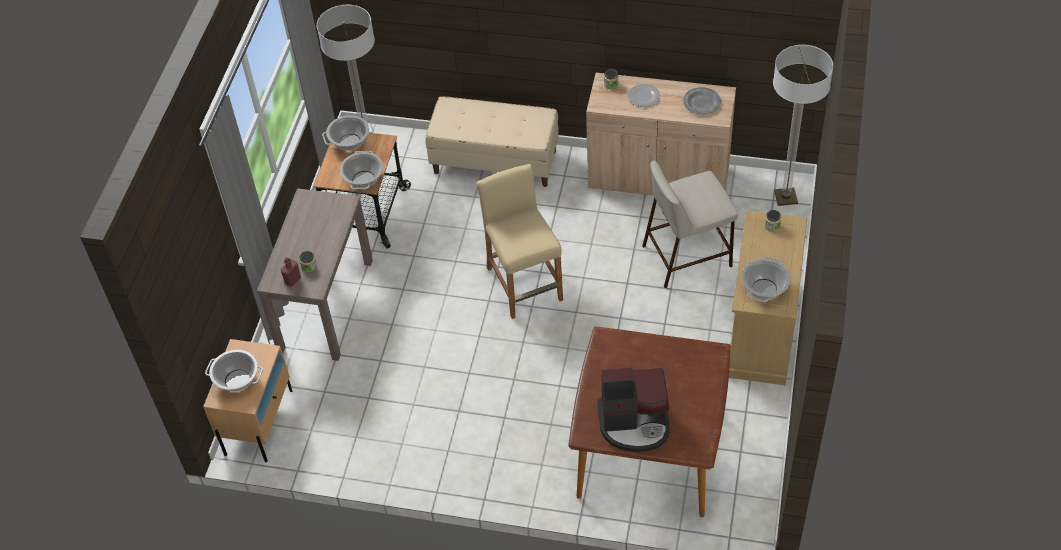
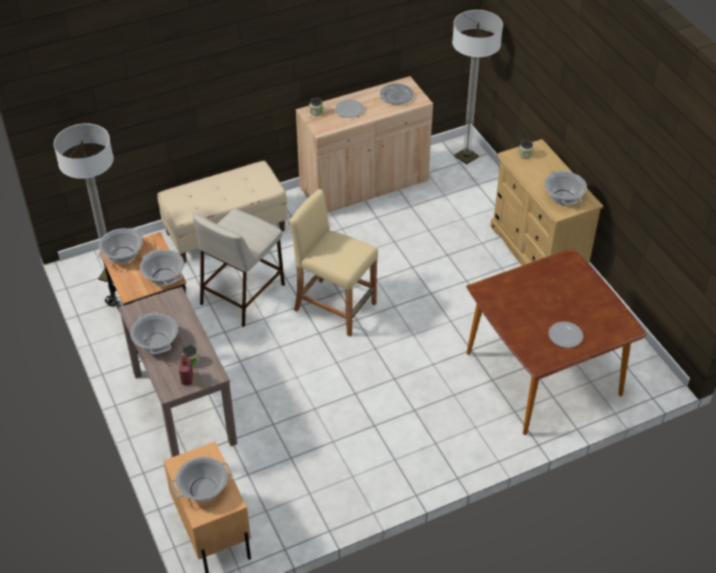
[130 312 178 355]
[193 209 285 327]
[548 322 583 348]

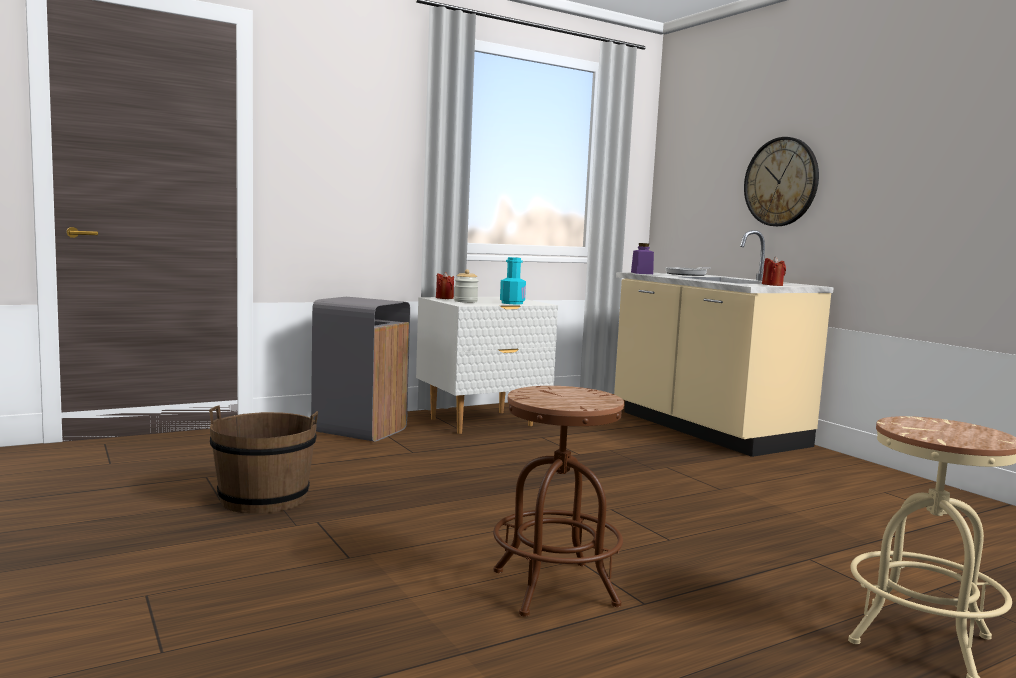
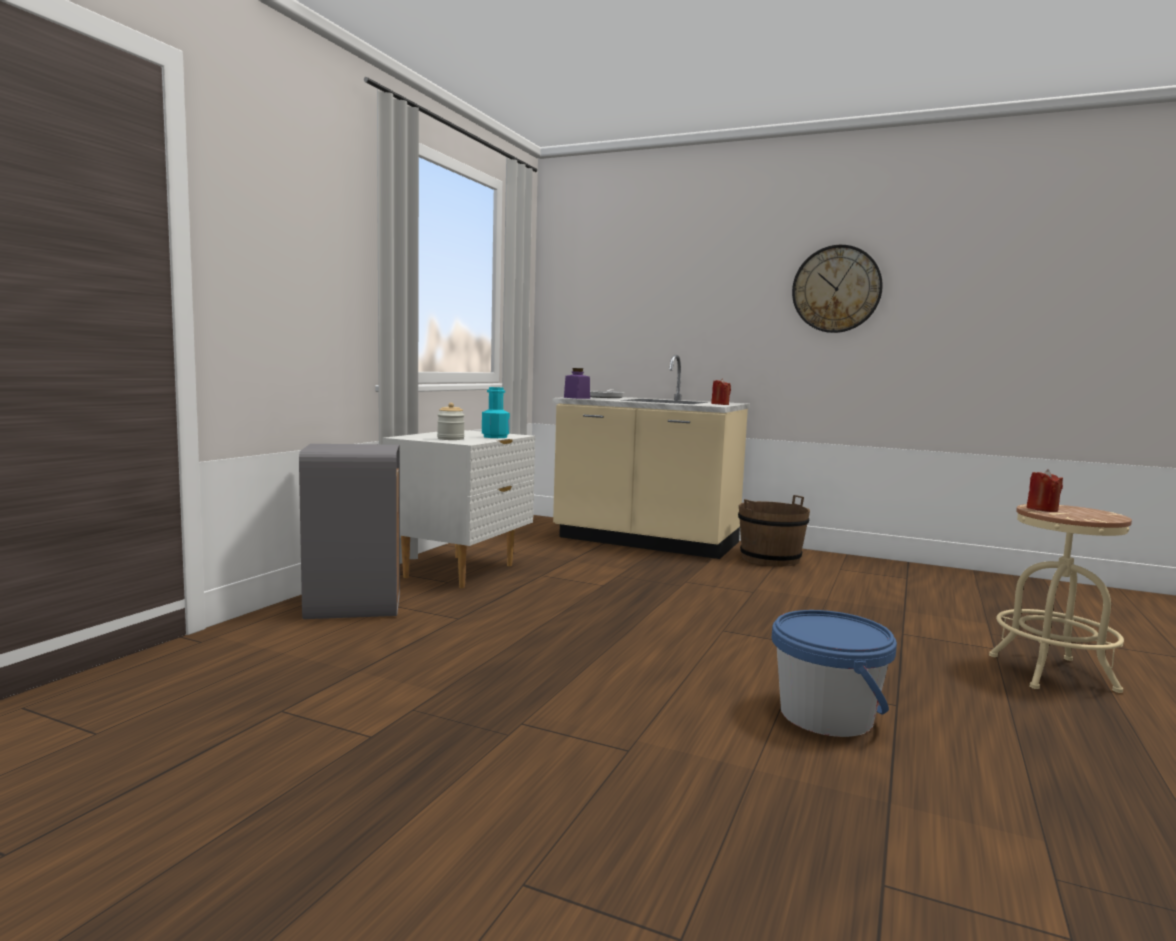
[738 495 810 567]
[1026 469 1063 512]
[792 245 883 333]
[772 610 897 737]

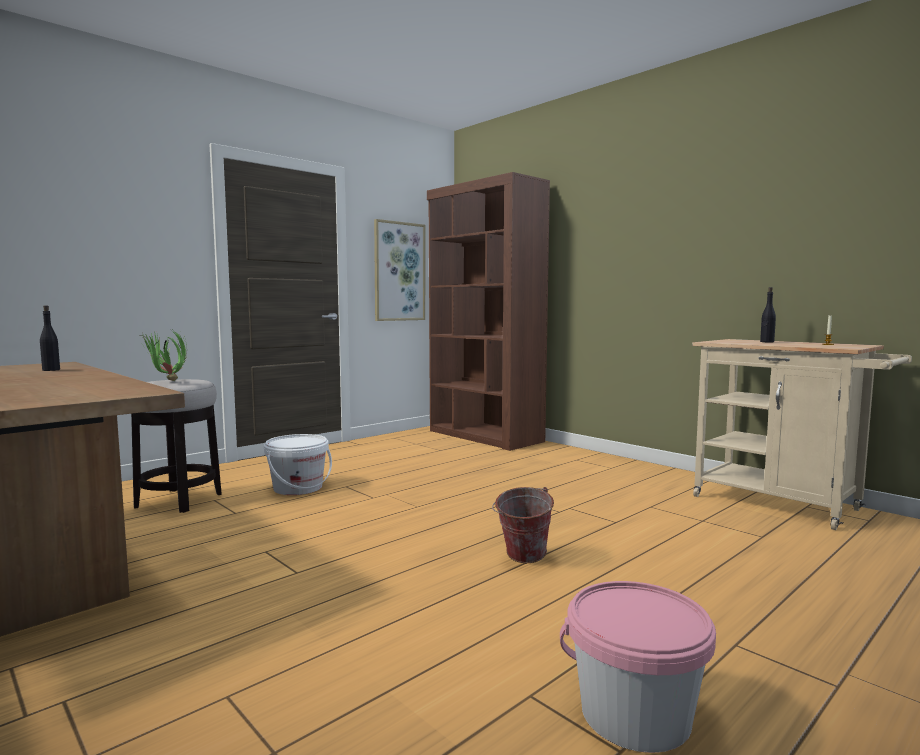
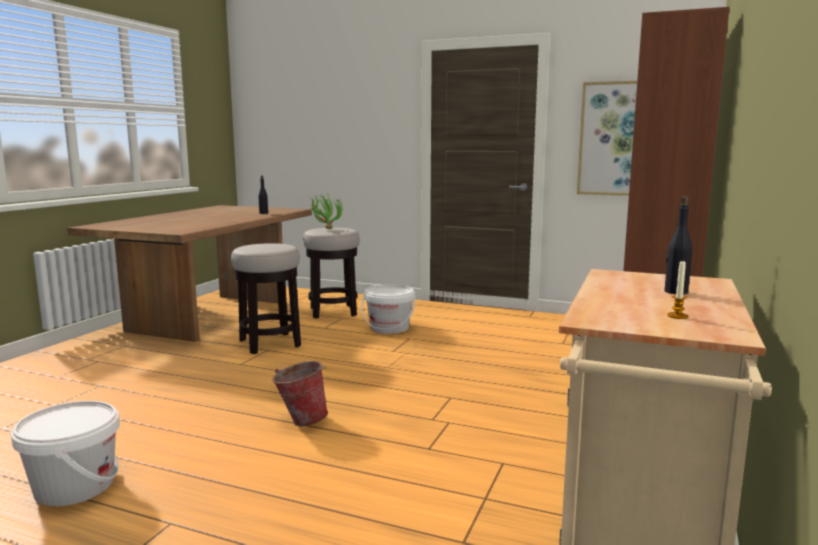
[231 243 301 354]
[11 401 120 507]

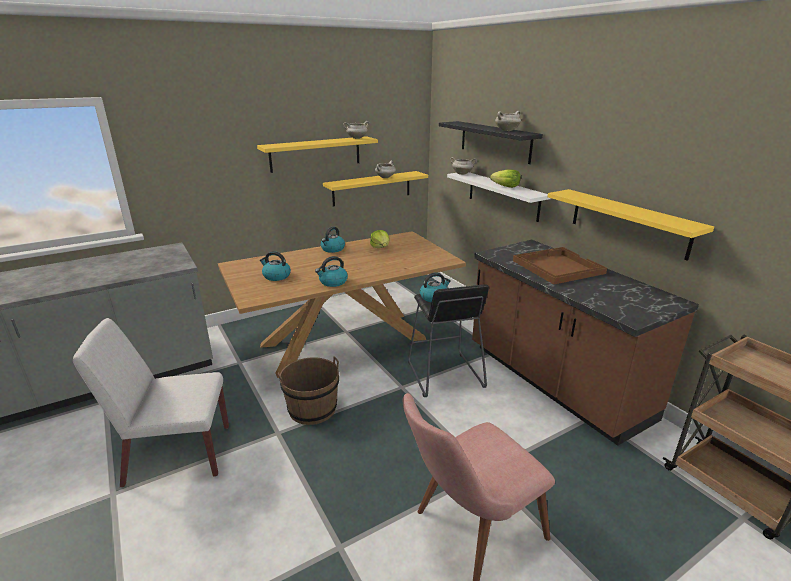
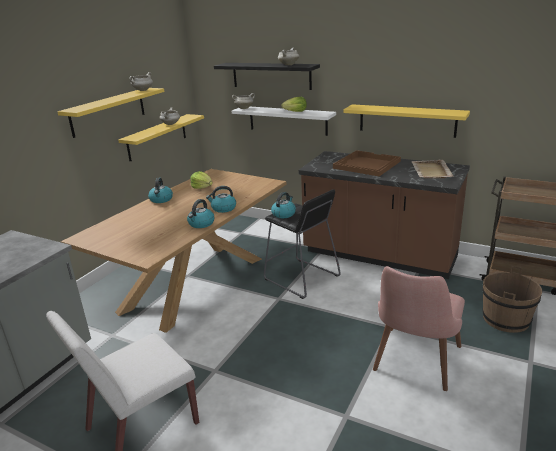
[411 160 454 178]
[206 186 236 213]
[482 266 542 333]

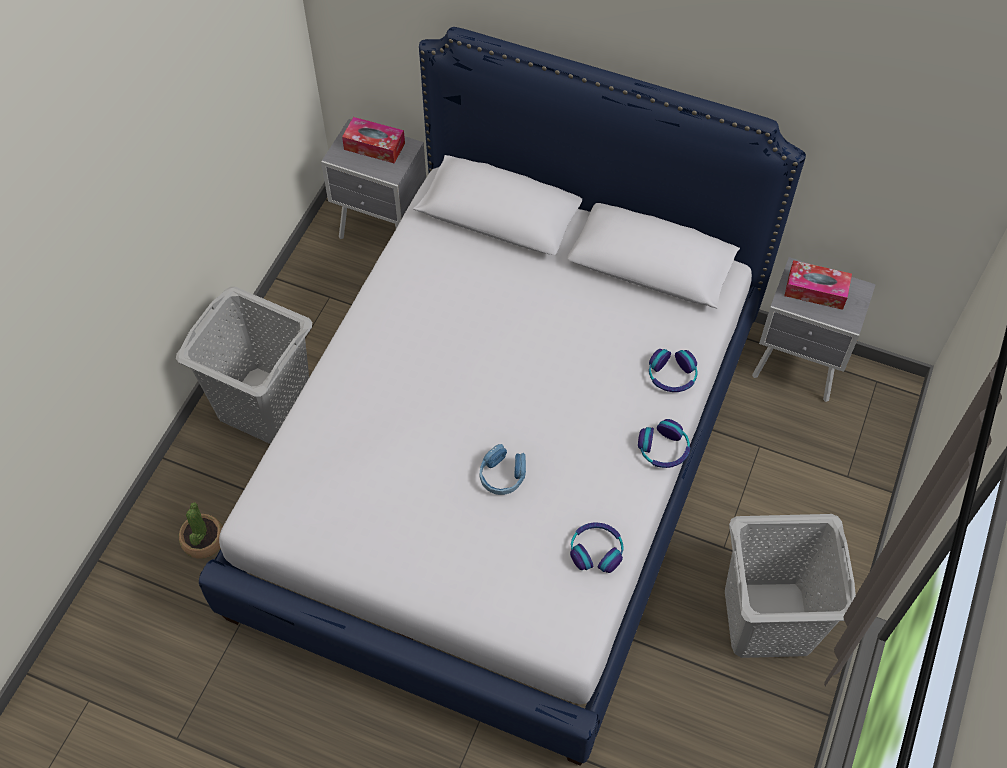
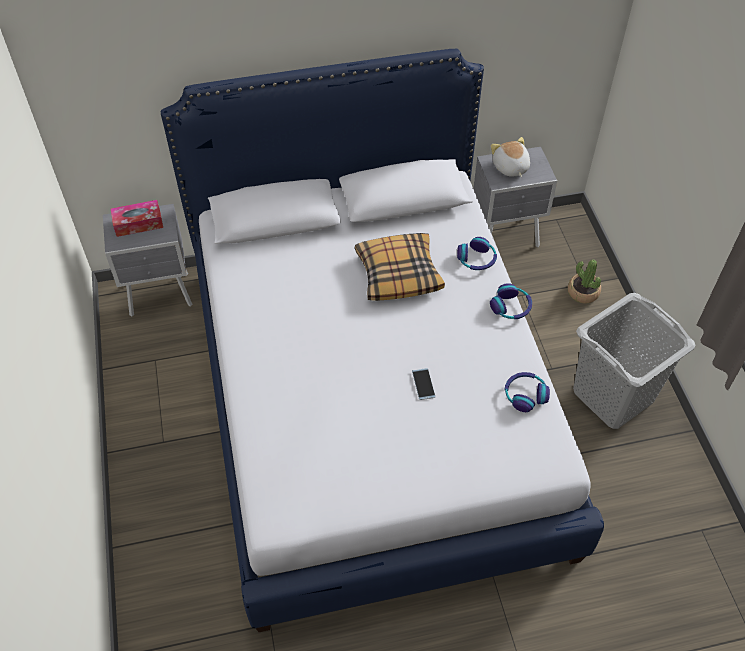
[176 287 312 444] (first image)
[355 233 445 301]
[568 260 601 304]
[412 368 435 400]
[491 137 530 177]

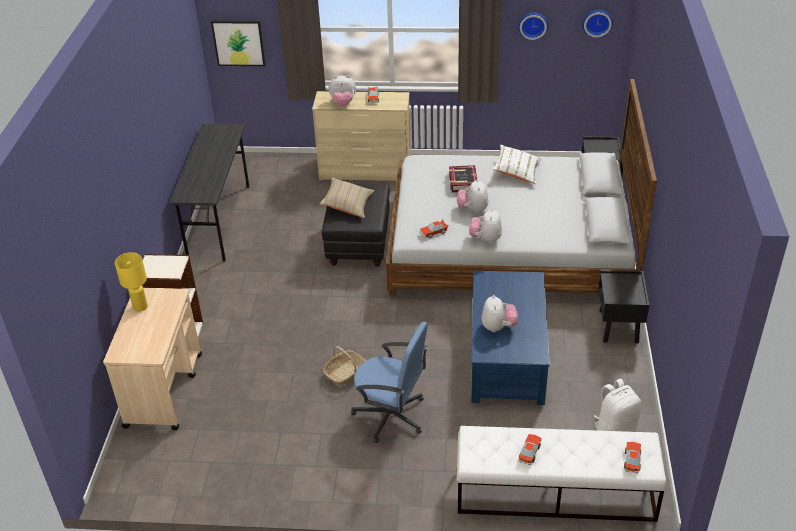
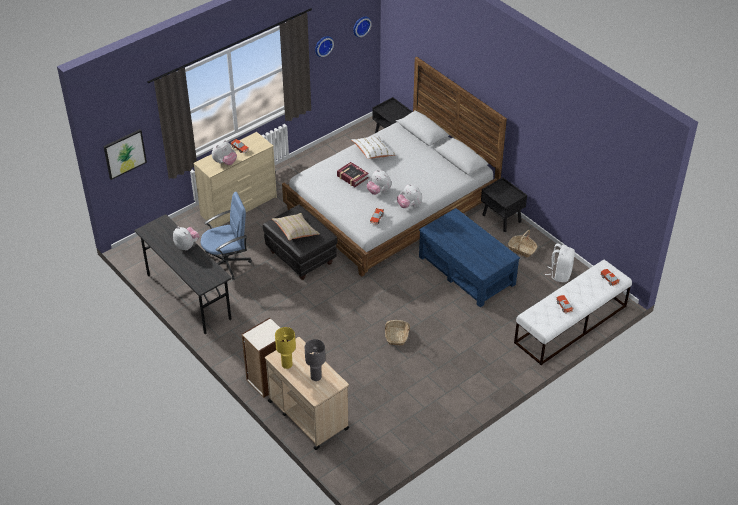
[305 339 325 381]
[508 230 537 257]
[201 192 252 280]
[173 227 200 251]

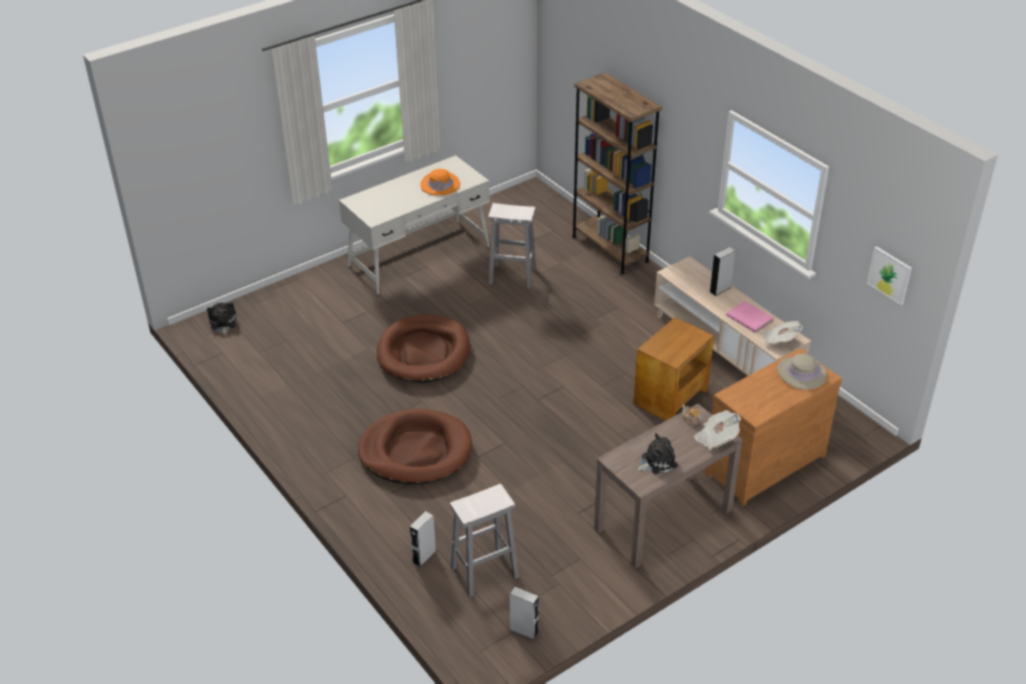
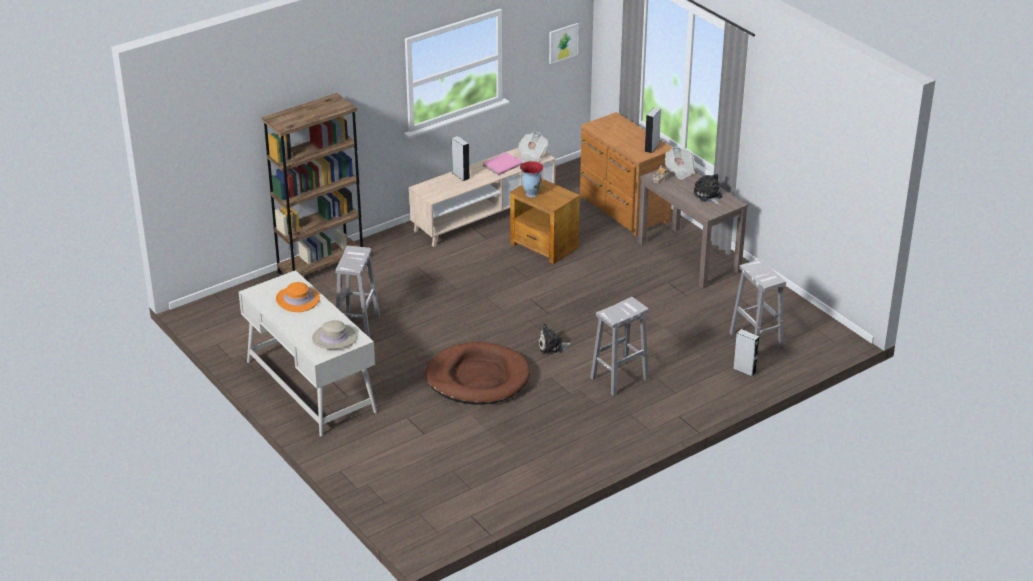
[520 161 544 197]
[538 323 572 355]
[644 107 661 153]
[312 320 357 349]
[590 297 649 396]

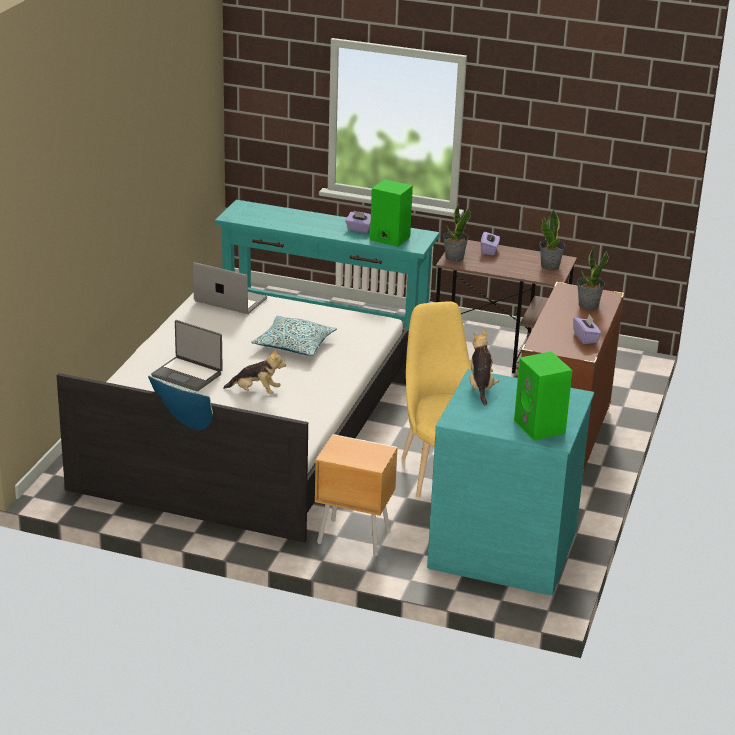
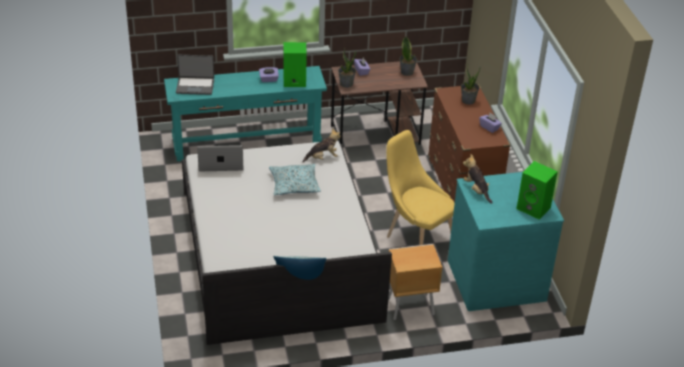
[176 55 214 95]
[302 128 341 162]

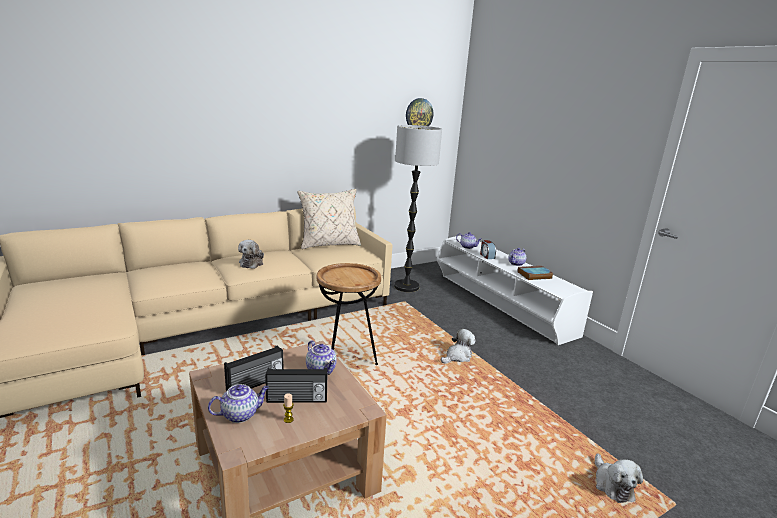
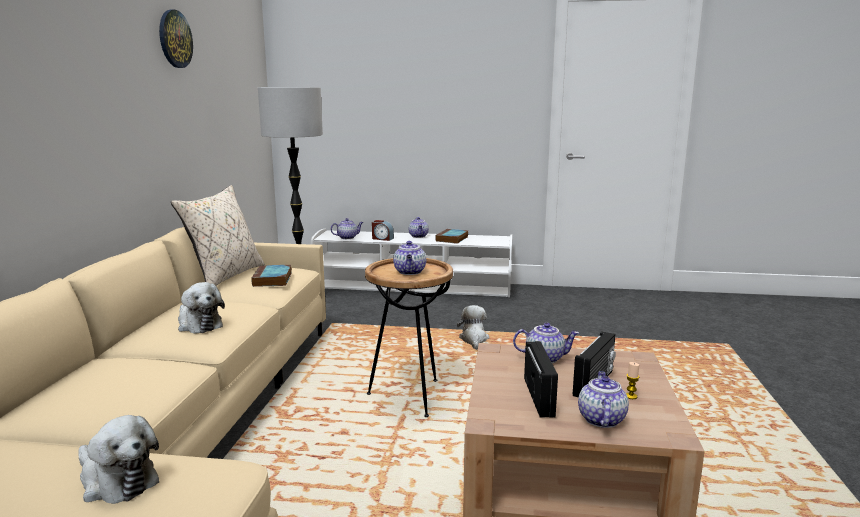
[251 265 292 287]
[393 241 426 275]
[159 10 193 68]
[78 415 159 504]

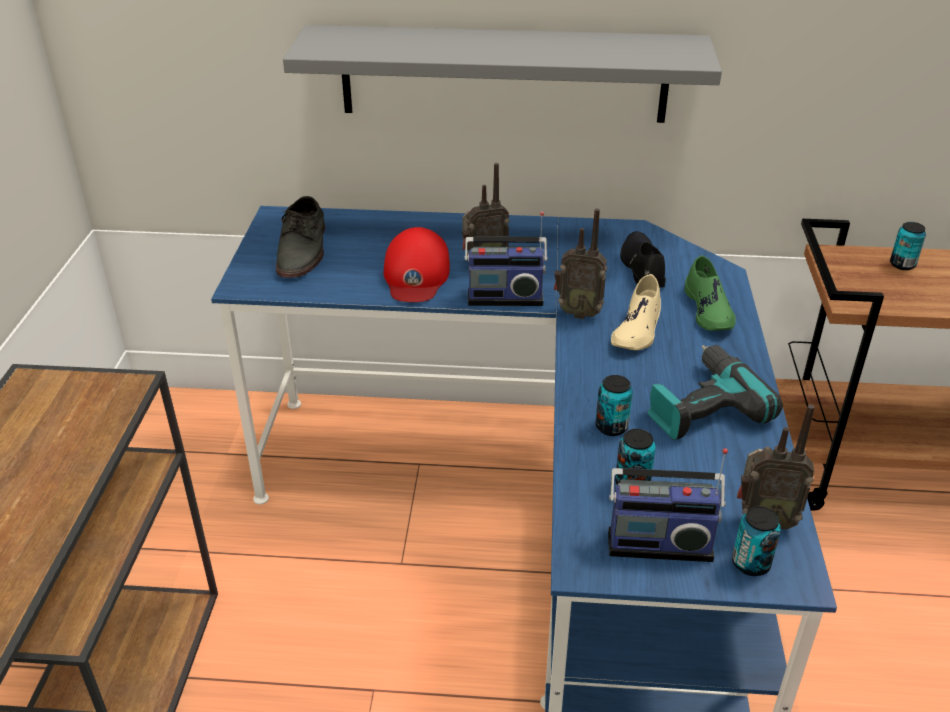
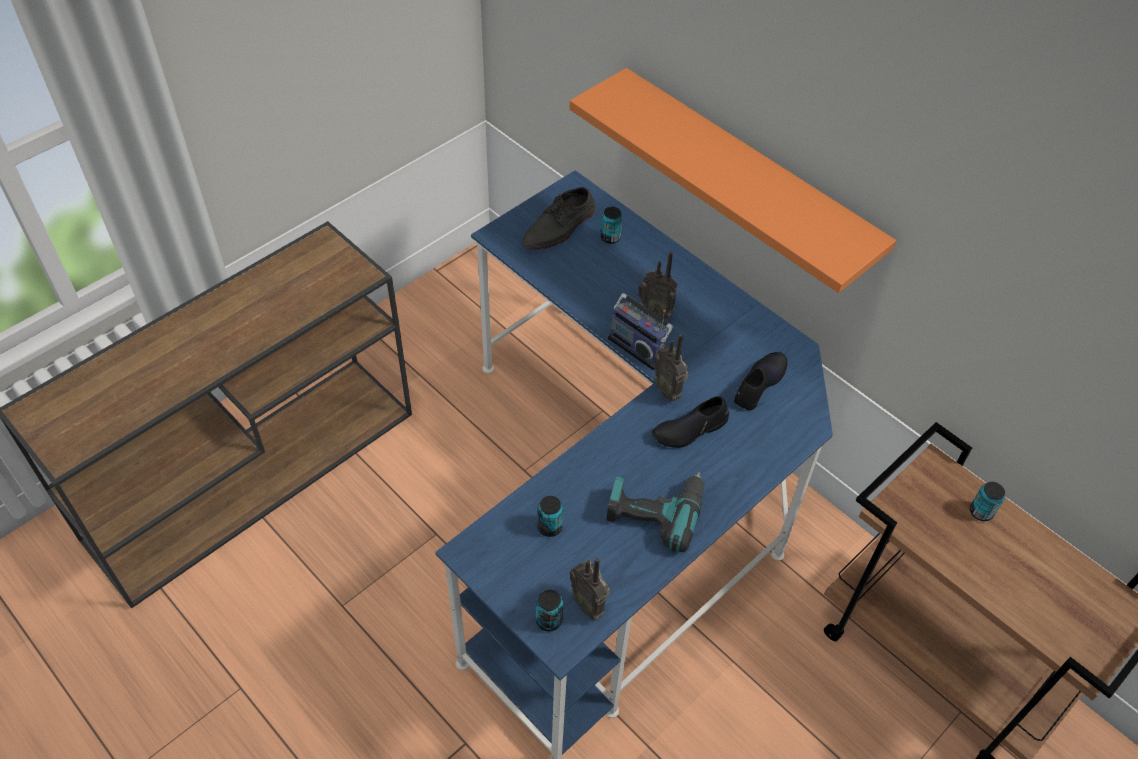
[384 227 450 302] (first image)
[608 448 728 562] (first image)
[684 255 736 331] (first image)
[600 207 622 244]
[569 68 896 293]
[652 396 729 448]

